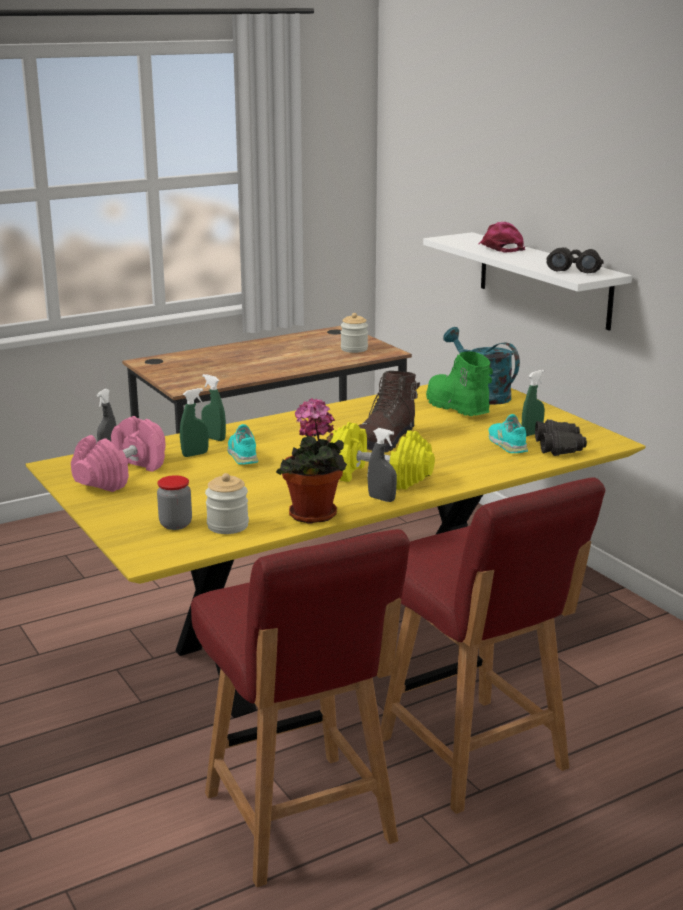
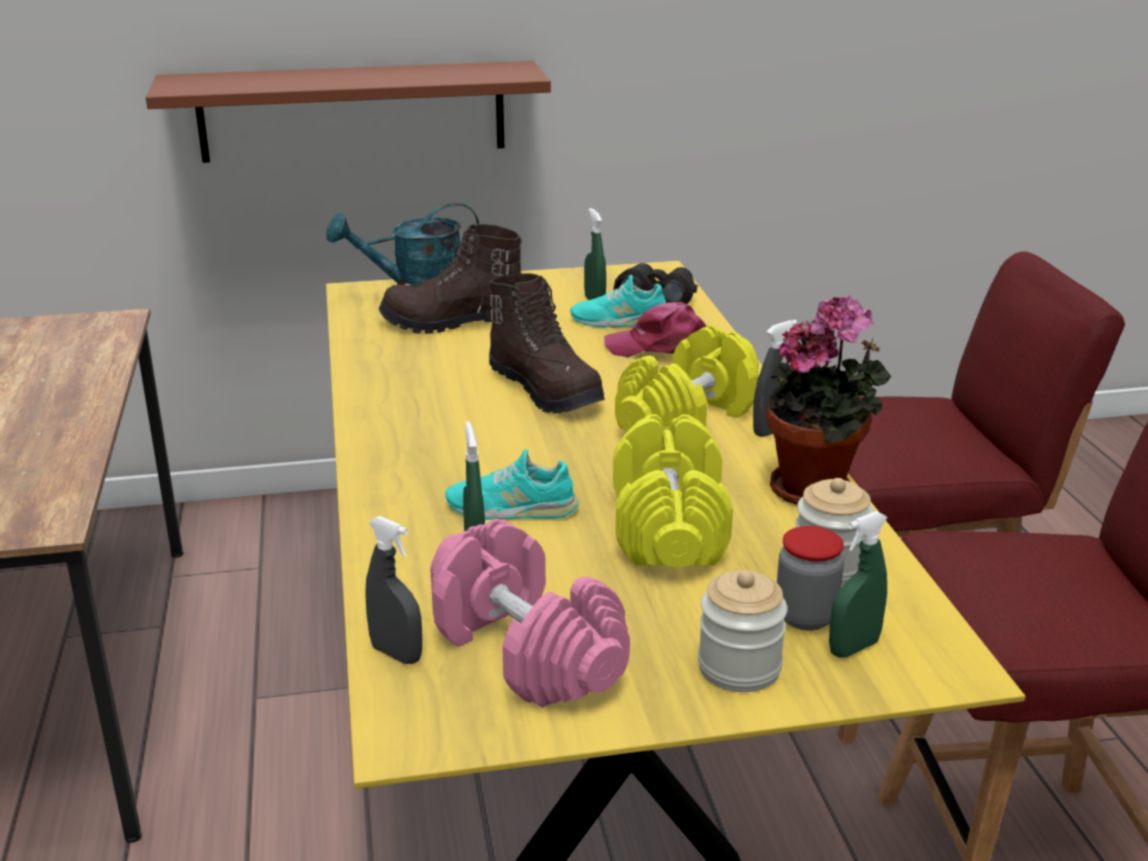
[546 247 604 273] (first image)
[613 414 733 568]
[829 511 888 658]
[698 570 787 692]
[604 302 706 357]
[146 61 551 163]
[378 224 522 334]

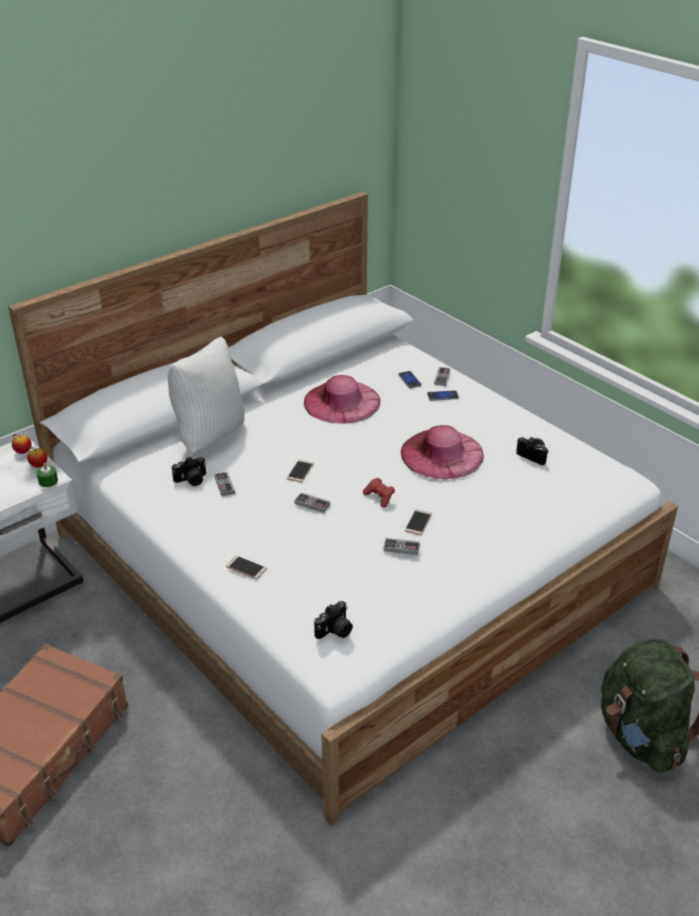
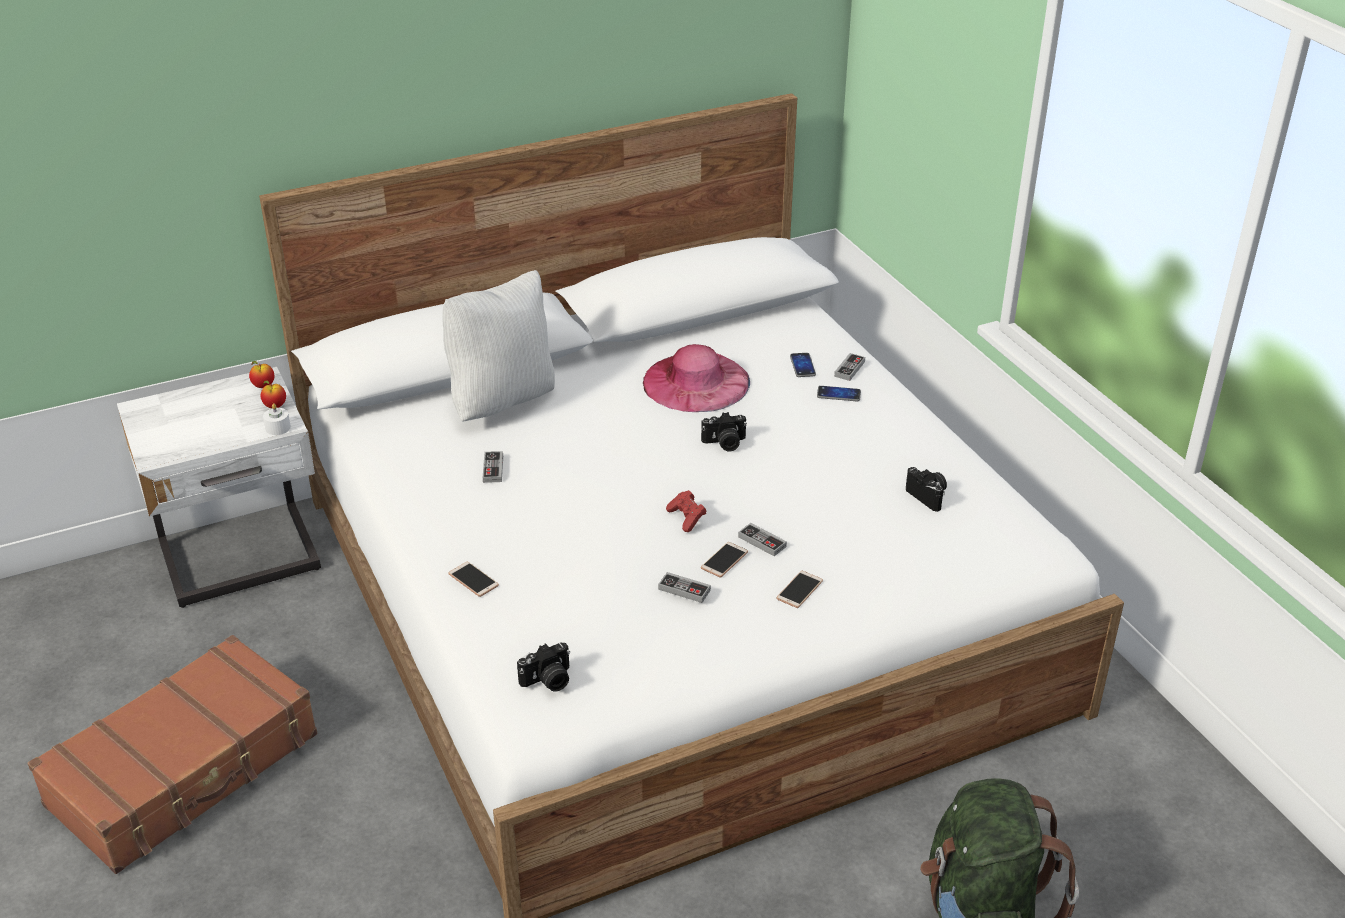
[401 425 484 479] (first image)
[701 412 747 451]
[776 571 823 608]
[738 523 787 556]
[263 403 291 435]

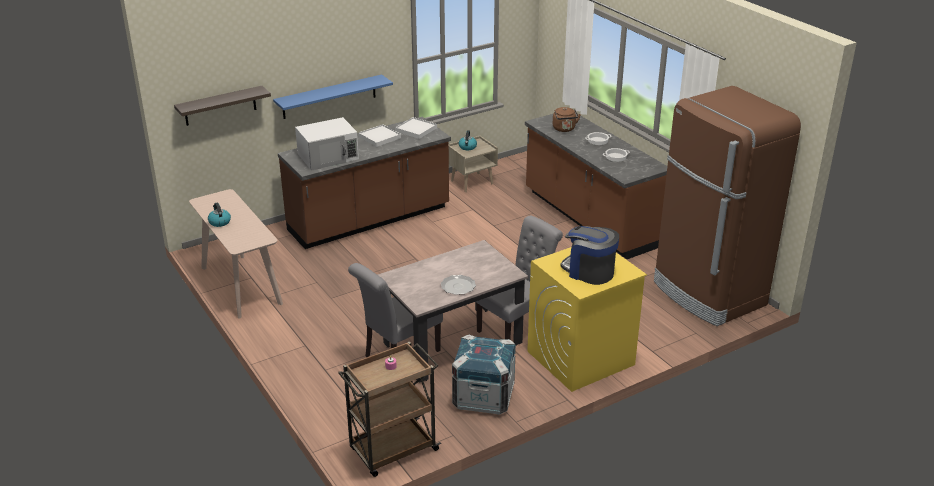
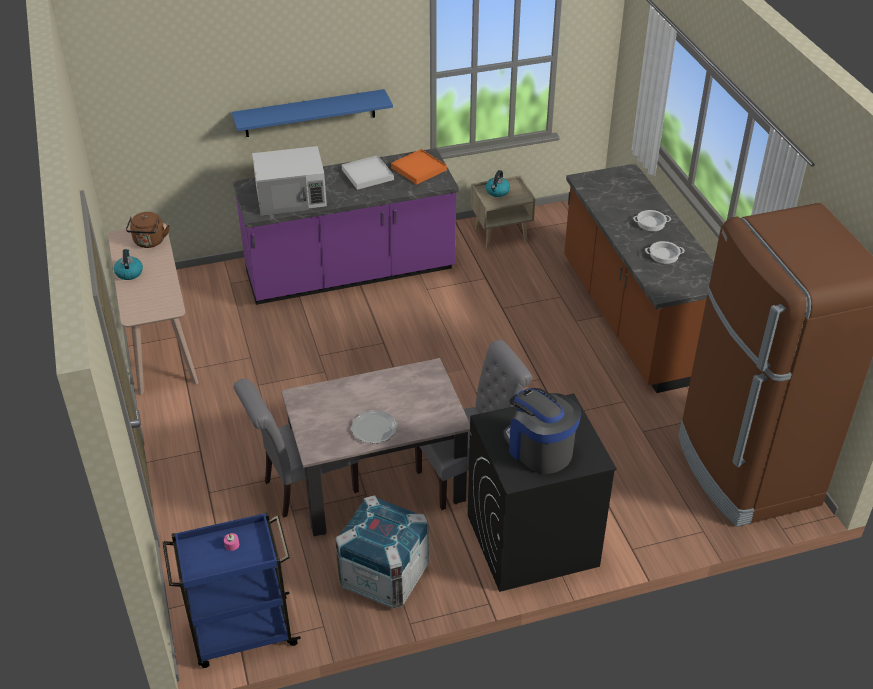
[174 86 271 126] (first image)
[126 212 169 248]
[233 148 459 305]
[163 512 301 668]
[391 149 447 185]
[468 393 617 592]

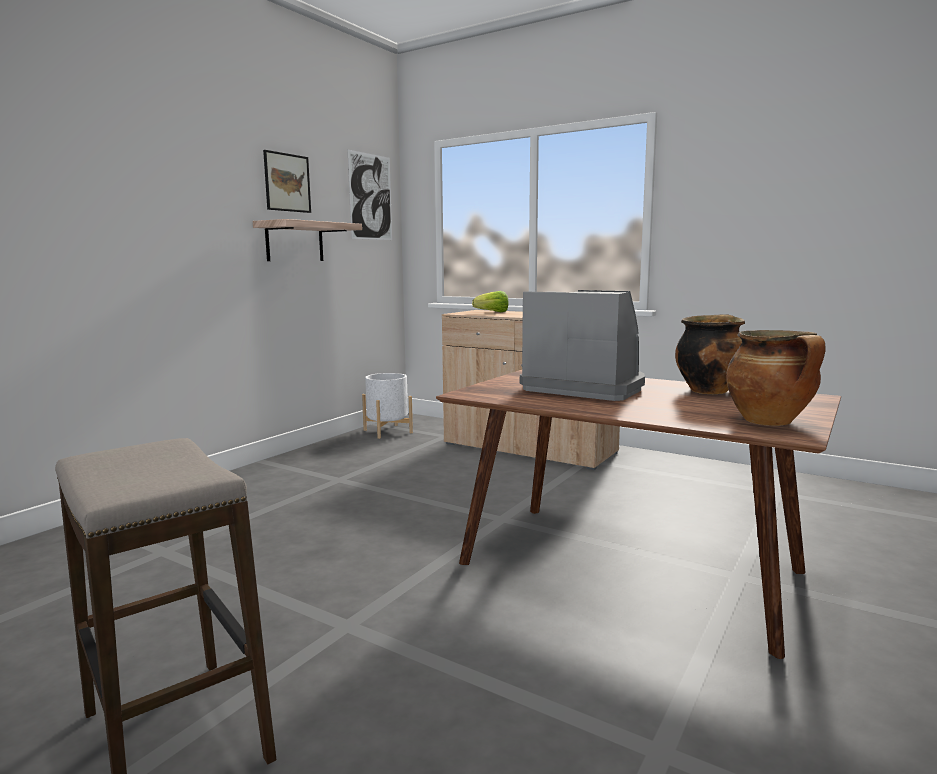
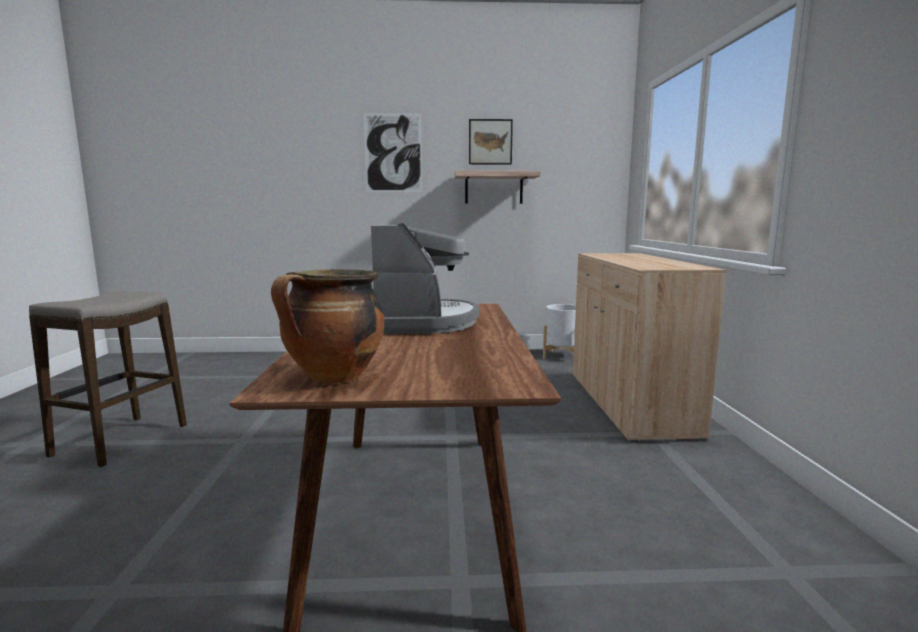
[472 291 508 312] (first image)
[675 314 745 394] (first image)
[364 113 422 192]

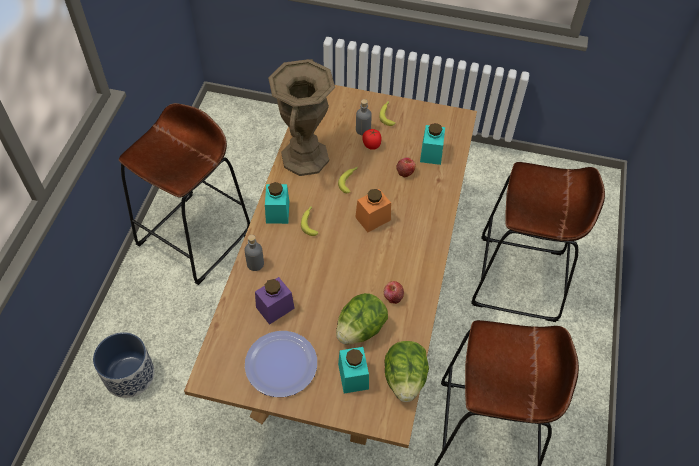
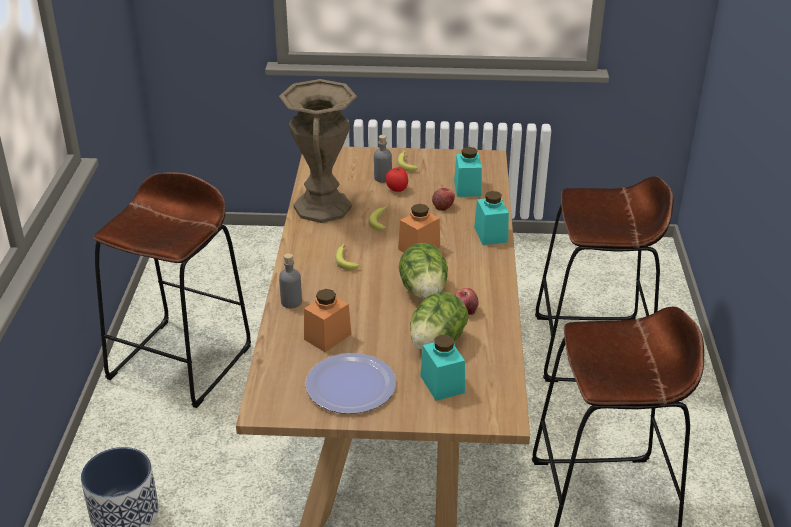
[474 191 509 245]
[399 243 448 299]
[304 289 351 352]

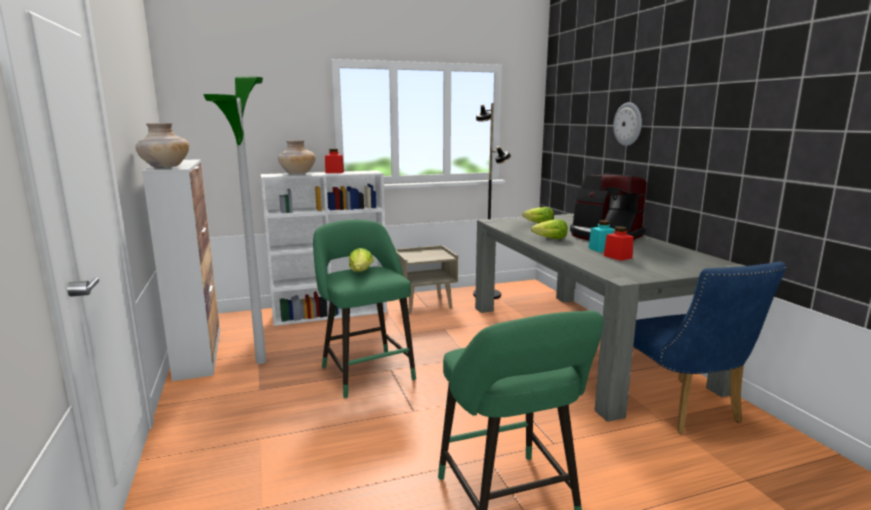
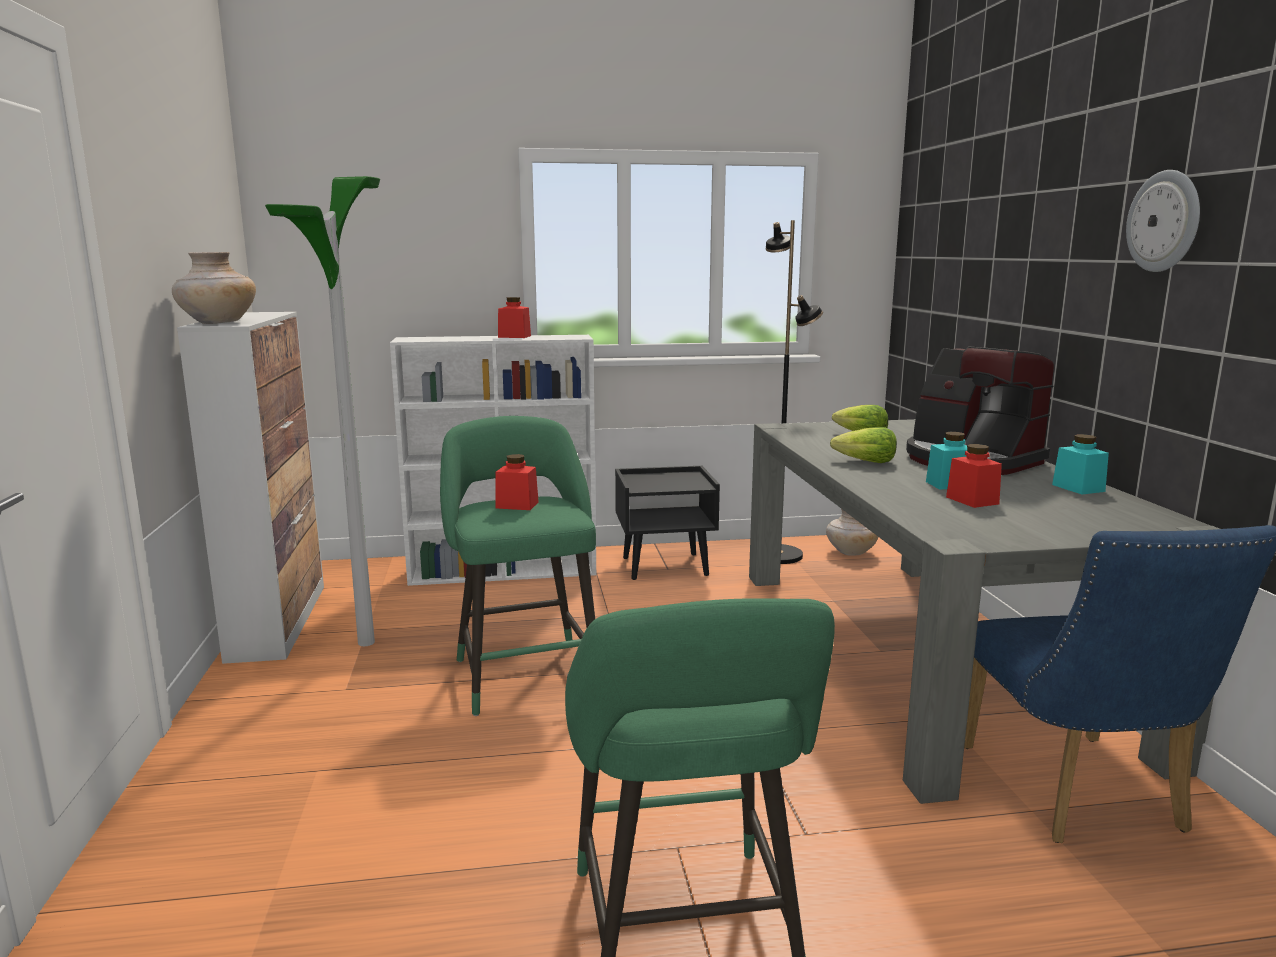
[1052 434 1109 494]
[826 509 879 556]
[1126 170 1200 272]
[495 454 539 510]
[615 466 720 580]

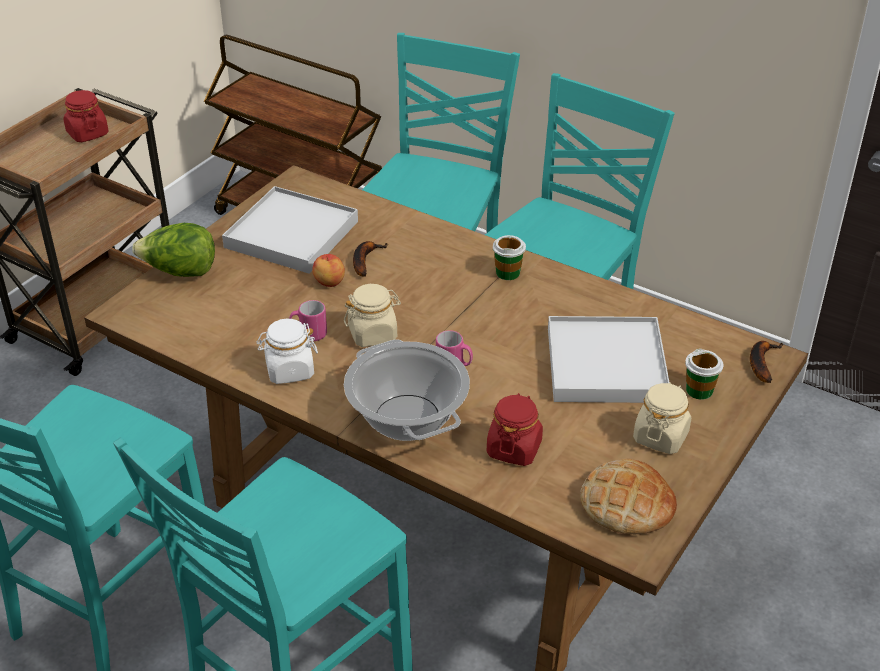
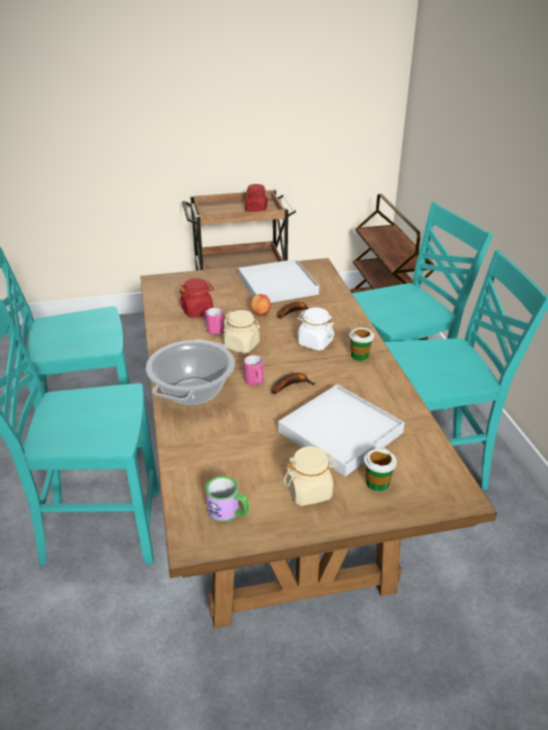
[132 223 215 277] (first image)
[297 307 334 351]
[179 278 214 318]
[271 373 316 394]
[205 476 249 522]

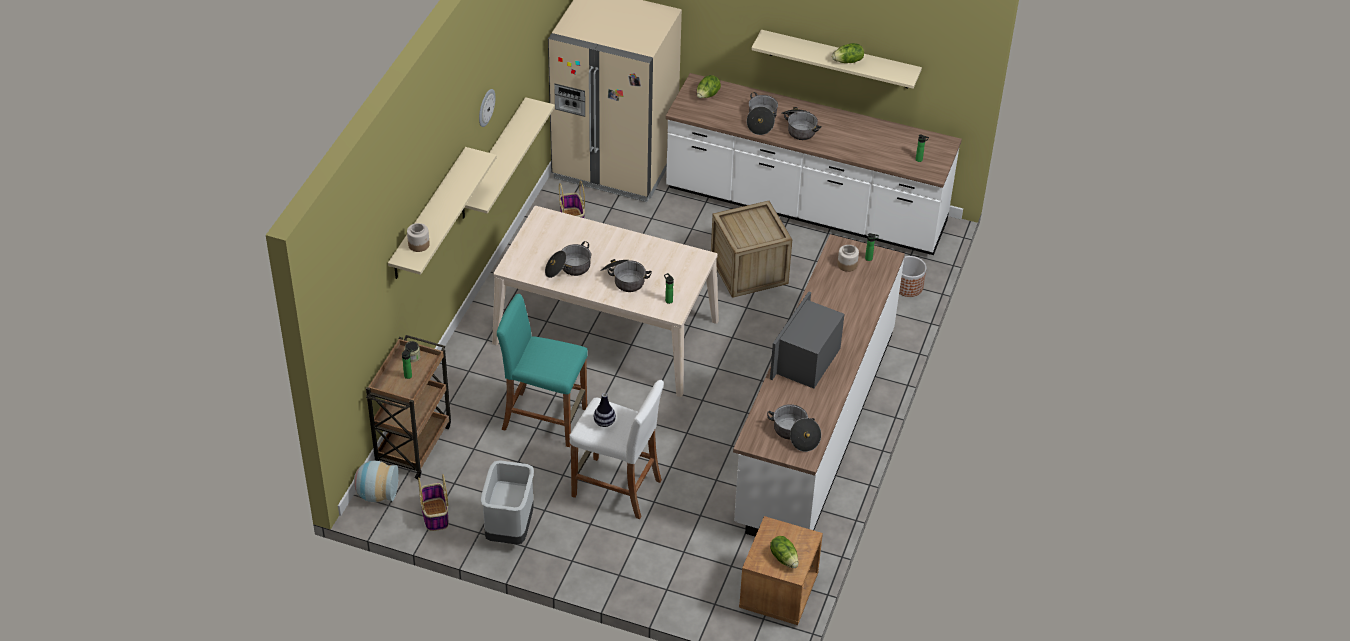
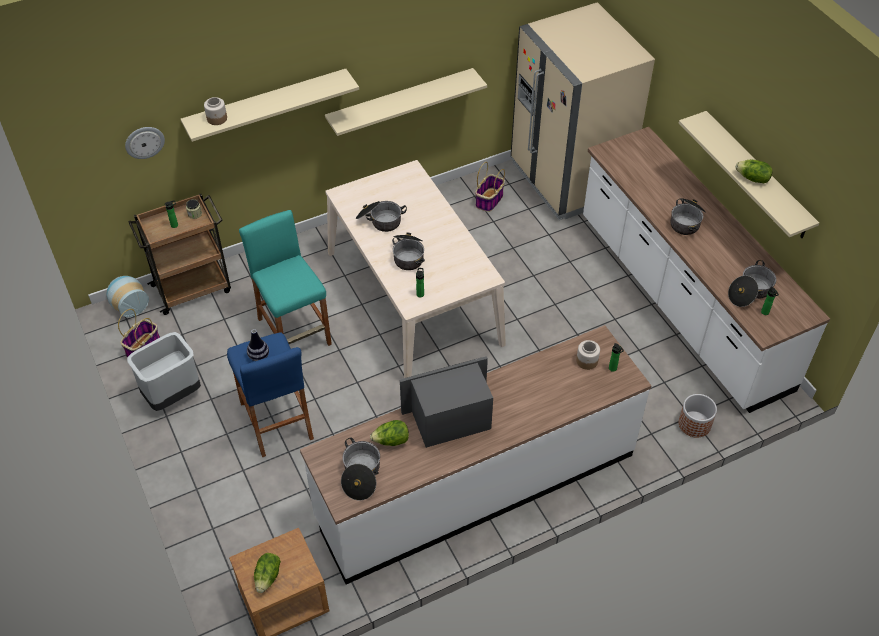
[711 201 792 298] (first image)
[125 127 165 159]
[370 420 409 446]
[728 260 776 307]
[227 332 314 457]

